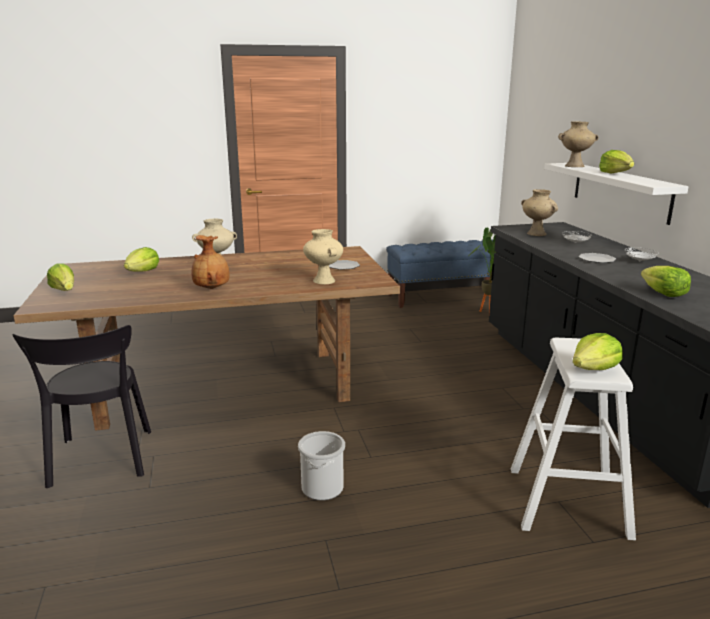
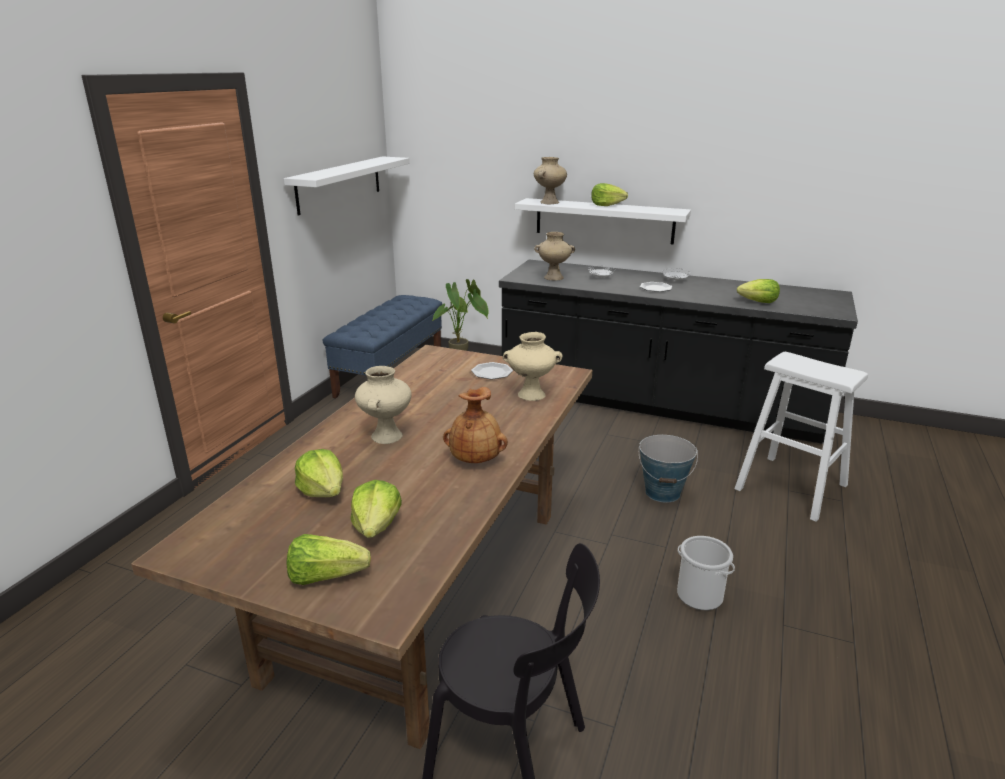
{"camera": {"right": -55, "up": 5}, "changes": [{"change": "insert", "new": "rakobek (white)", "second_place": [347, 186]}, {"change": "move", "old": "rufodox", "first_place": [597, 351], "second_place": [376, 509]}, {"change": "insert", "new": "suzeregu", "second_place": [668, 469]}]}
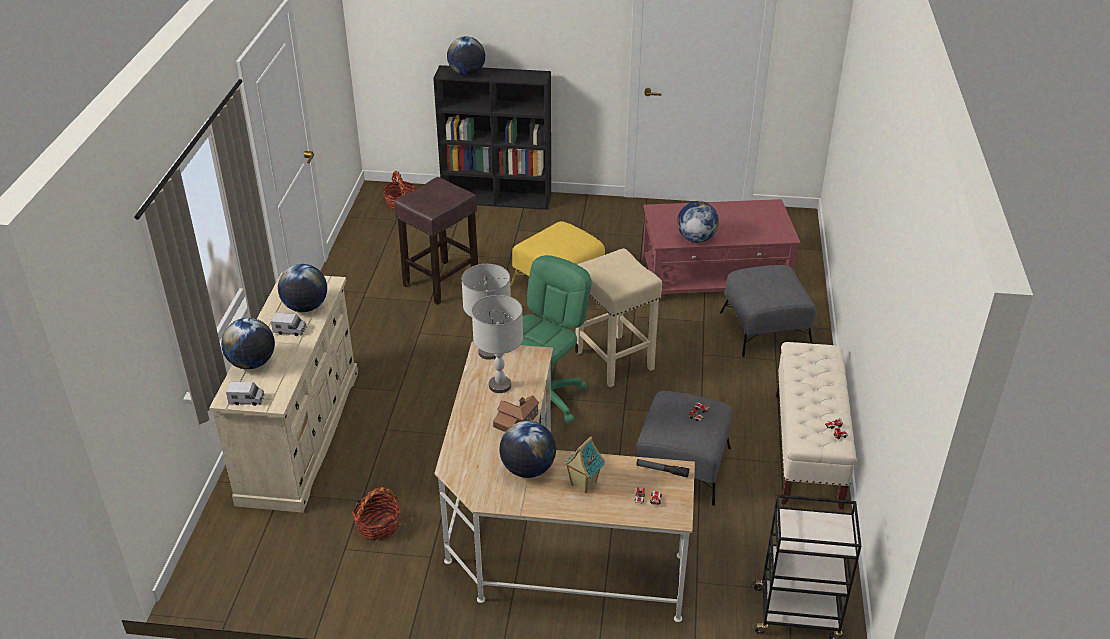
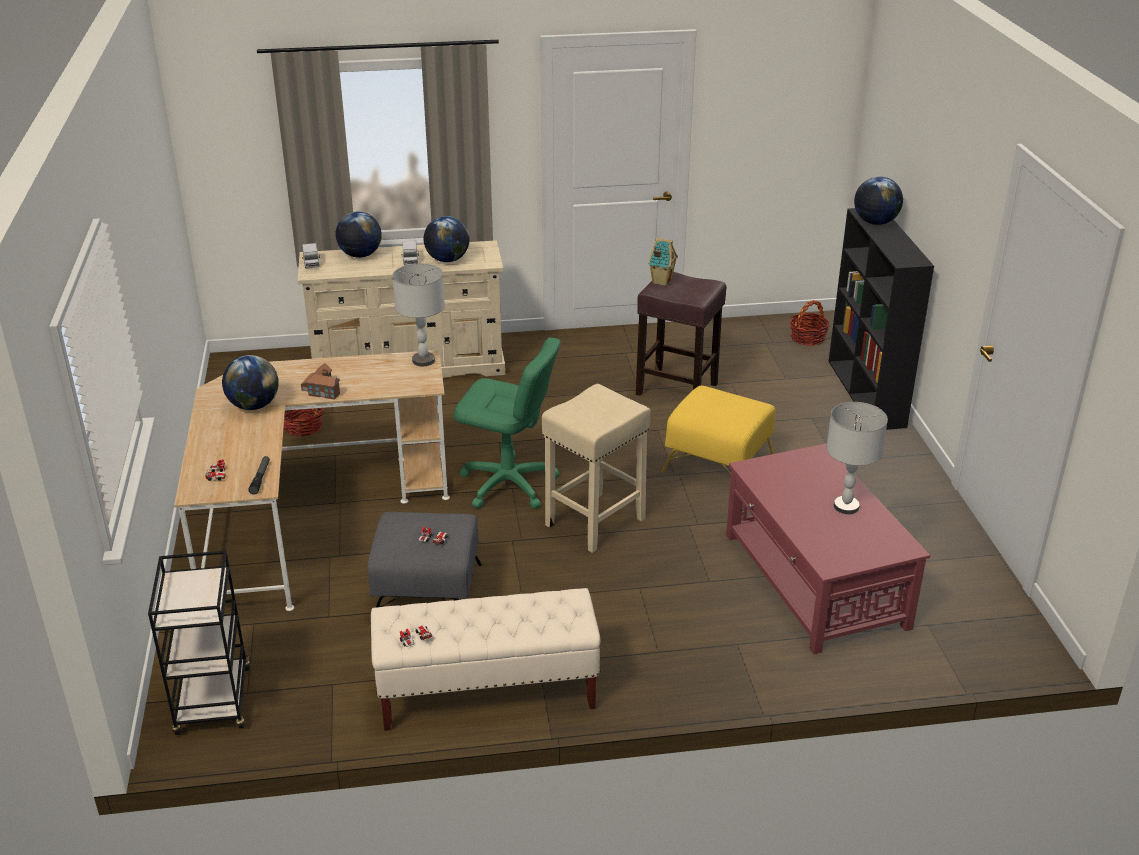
{"camera": {"right": 75, "up": -5}, "changes": [{"change": "move", "old": "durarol", "first_place": [584, 465], "second_place": [663, 262]}, {"change": "move", "old": "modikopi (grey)", "first_place": [497, 344], "second_place": [857, 458]}, {"change": "delete", "old": "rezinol", "first_place": [698, 222]}, {"change": "delete", "old": "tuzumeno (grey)", "first_place": [768, 311]}]}
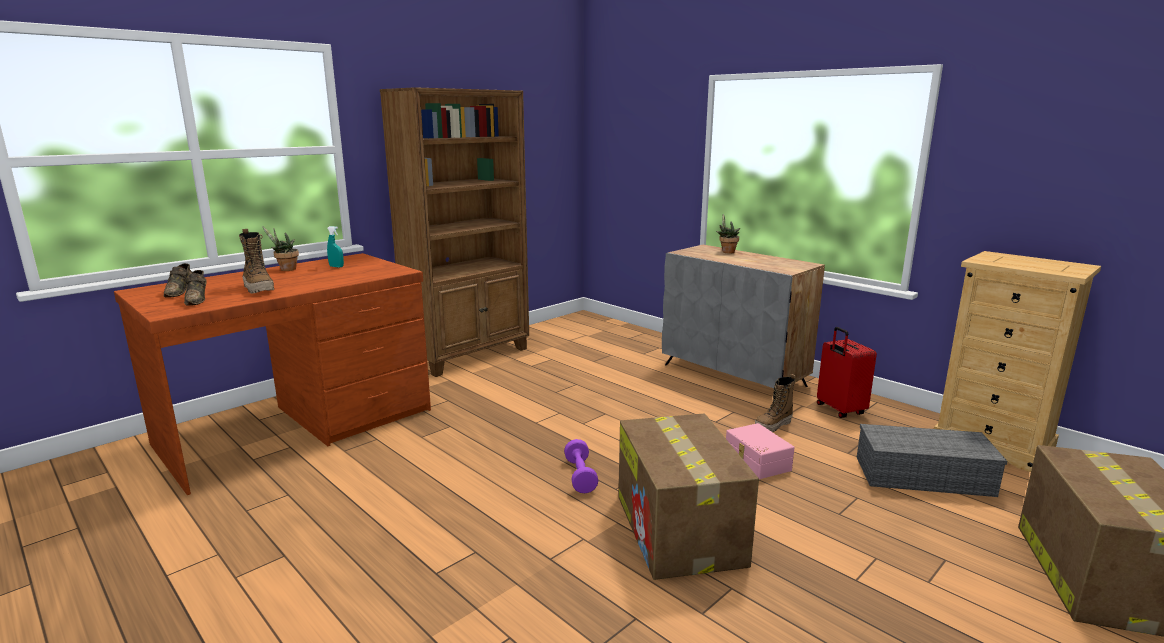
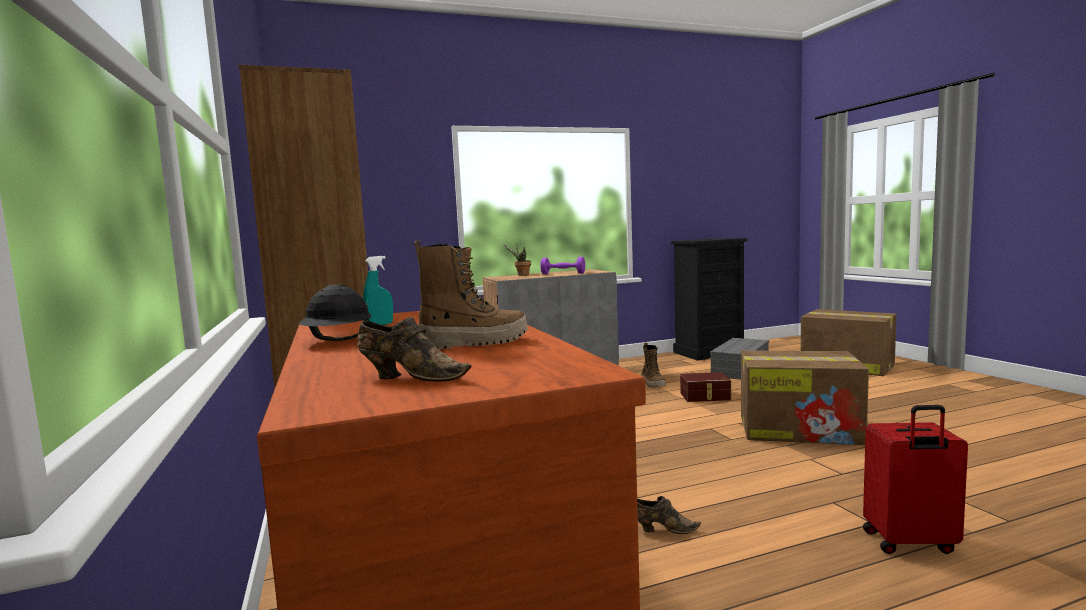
{"camera": {"right": -65, "up": -10}, "changes": [{"change": "replace", "old": "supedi", "new": "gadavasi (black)", "first_place": [280, 248], "second_place": [335, 312]}, {"change": "move", "old": "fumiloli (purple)", "first_place": [581, 466], "second_place": [563, 265]}, {"change": "move", "old": "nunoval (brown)", "first_place": [195, 288], "second_place": [669, 515]}, {"change": "recolor", "old": "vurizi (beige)", "new": "vurizi (black)", "first_place": [1017, 361], "second_place": [709, 299]}, {"change": "recolor", "old": "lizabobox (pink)", "new": "lizabobox (brown)", "first_place": [760, 451], "second_place": [705, 387]}, {"change": "move", "old": "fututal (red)", "first_place": [847, 372], "second_place": [915, 479]}]}
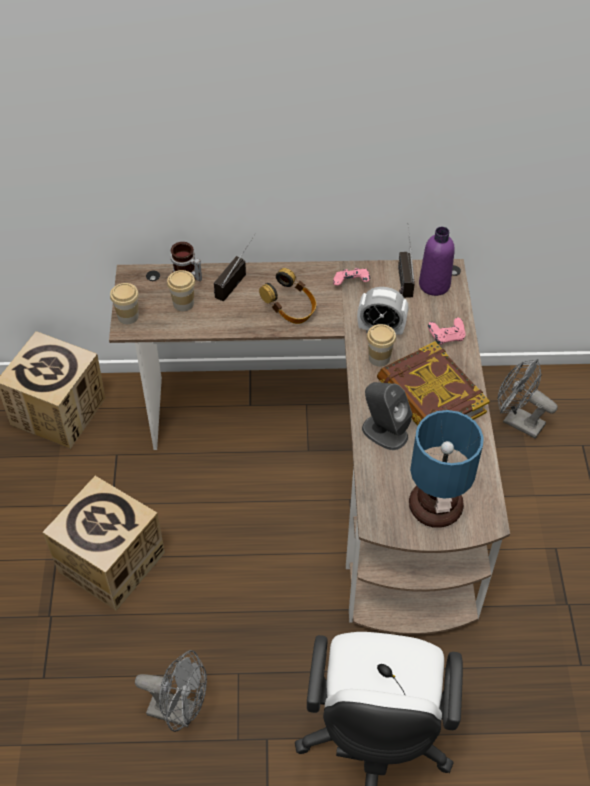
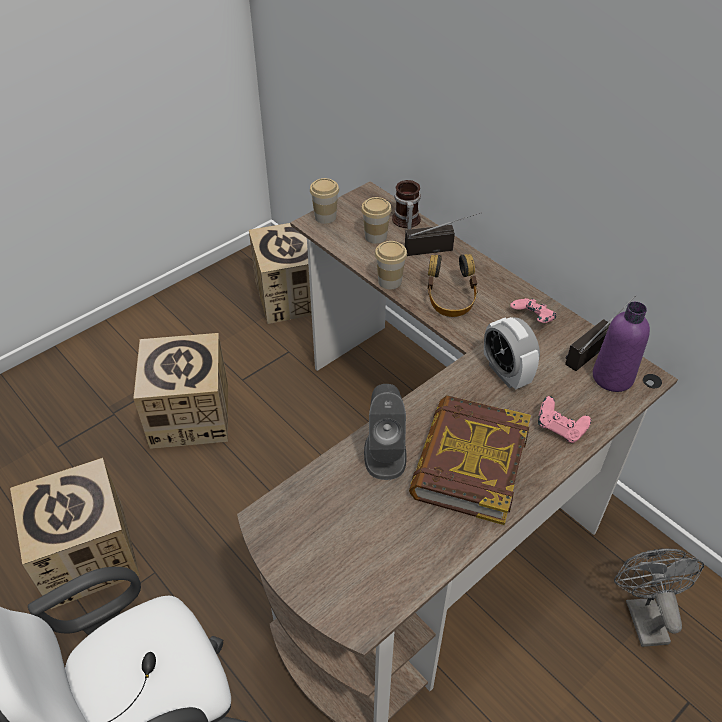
{"camera": {"right": 50, "up": -5}, "changes": [{"change": "replace", "old": "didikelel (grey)", "new": "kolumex", "first_place": [171, 691], "second_place": [75, 533]}, {"change": "move", "old": "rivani", "first_place": [381, 345], "second_place": [391, 265]}, {"change": "delete", "old": "modikopi", "first_place": [446, 469]}]}
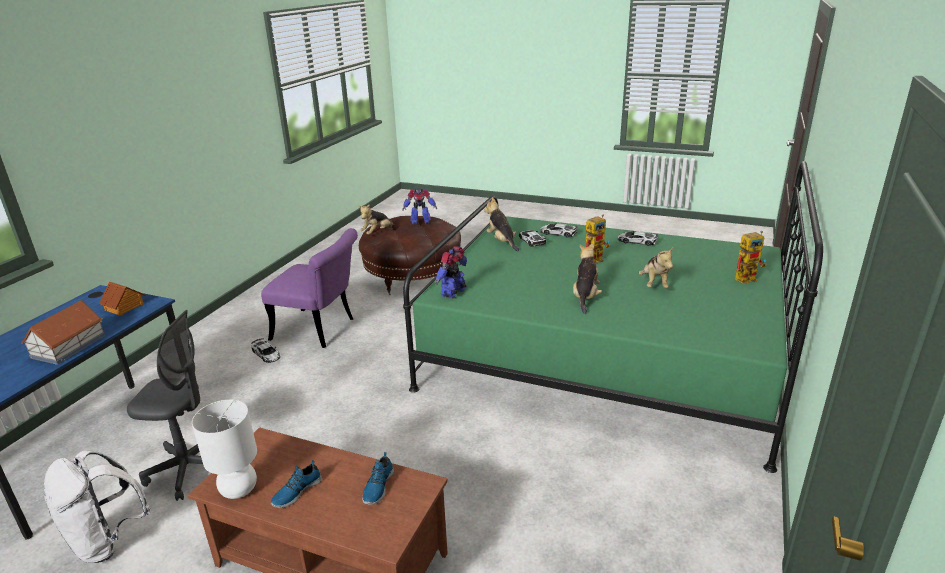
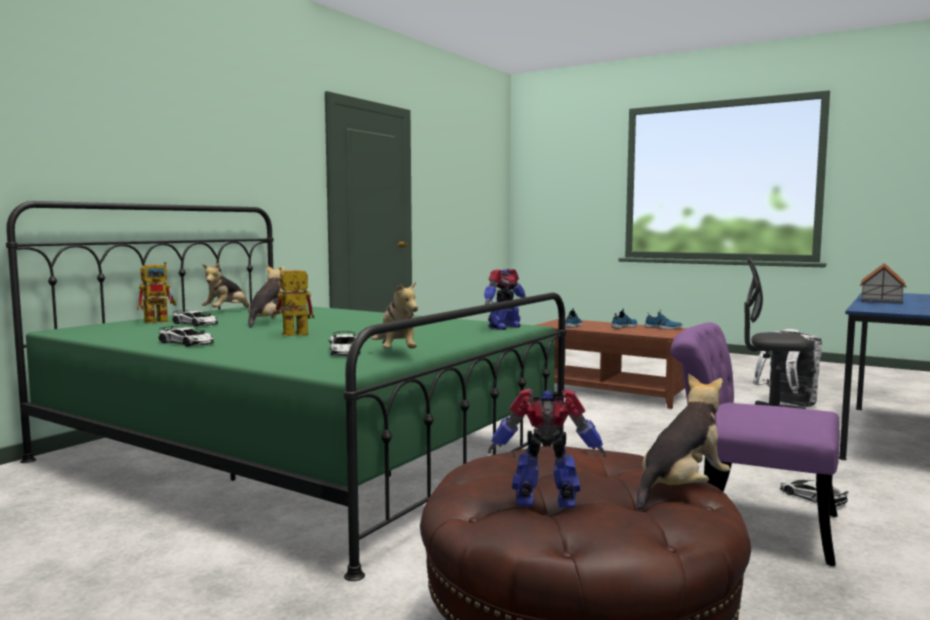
{"camera": {"right": -170, "up": -20}, "changes": [{"change": "rotate", "old": "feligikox", "first_place": [750, 257], "second_place": [157, 292], "degrees": 150}, {"change": "move", "old": "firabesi", "first_place": [558, 230], "second_place": [195, 318]}, {"change": "move", "old": "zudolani", "first_place": [587, 278], "second_place": [225, 285]}, {"change": "replace", "old": "modikopi (white)", "new": "nunoval", "first_place": [224, 449], "second_place": [663, 319]}, {"change": "delete", "old": "durarol", "first_place": [122, 299]}]}
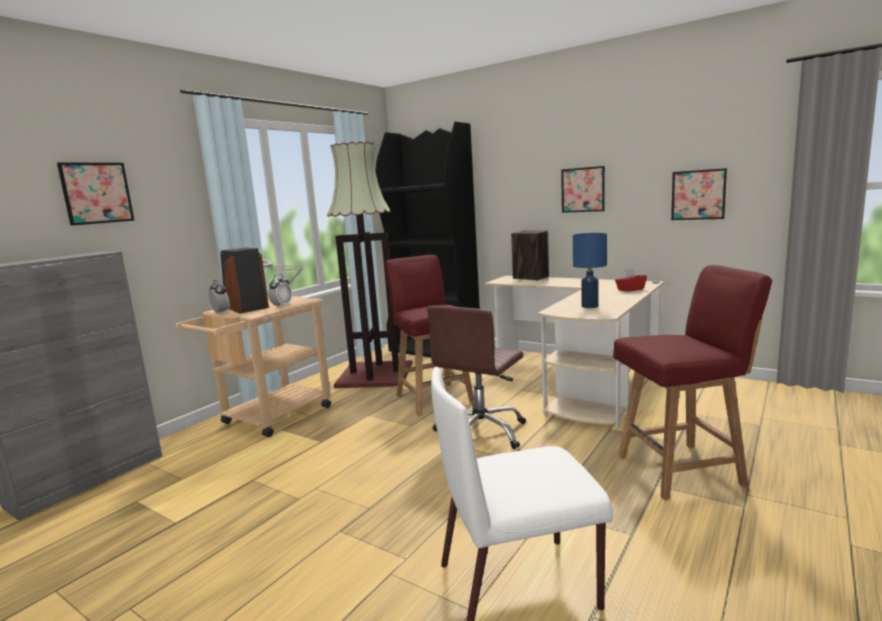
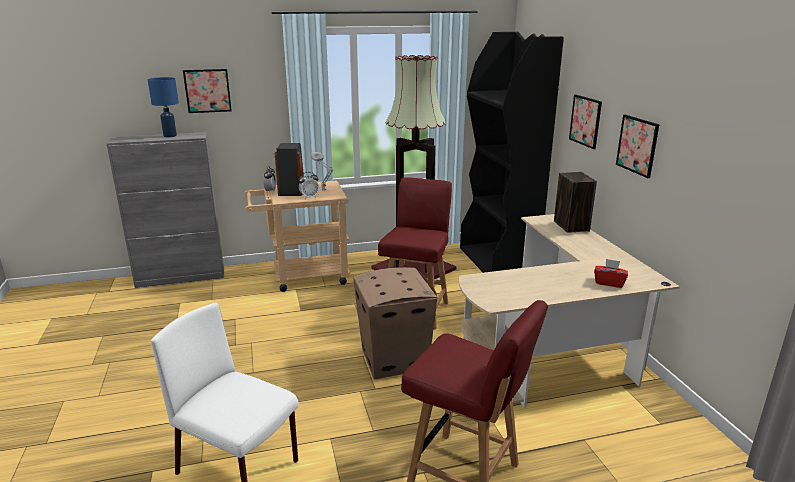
{"camera": {"right": 40, "up": 10}, "changes": [{"change": "move", "old": "modikopi (blue)", "first_place": [590, 270], "second_place": [163, 107]}, {"change": "replace", "old": "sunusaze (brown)", "new": "kolumex", "first_place": [476, 377], "second_place": [395, 323]}, {"change": "move", "old": "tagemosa", "first_place": [699, 194], "second_place": [585, 122]}]}
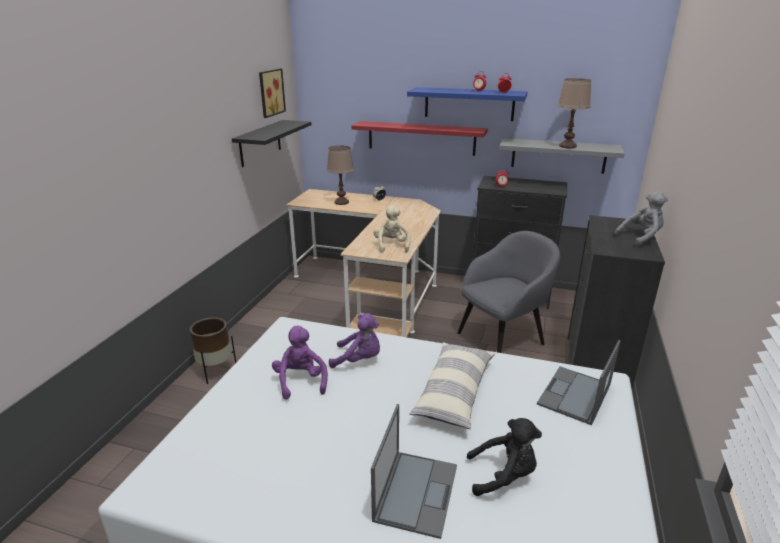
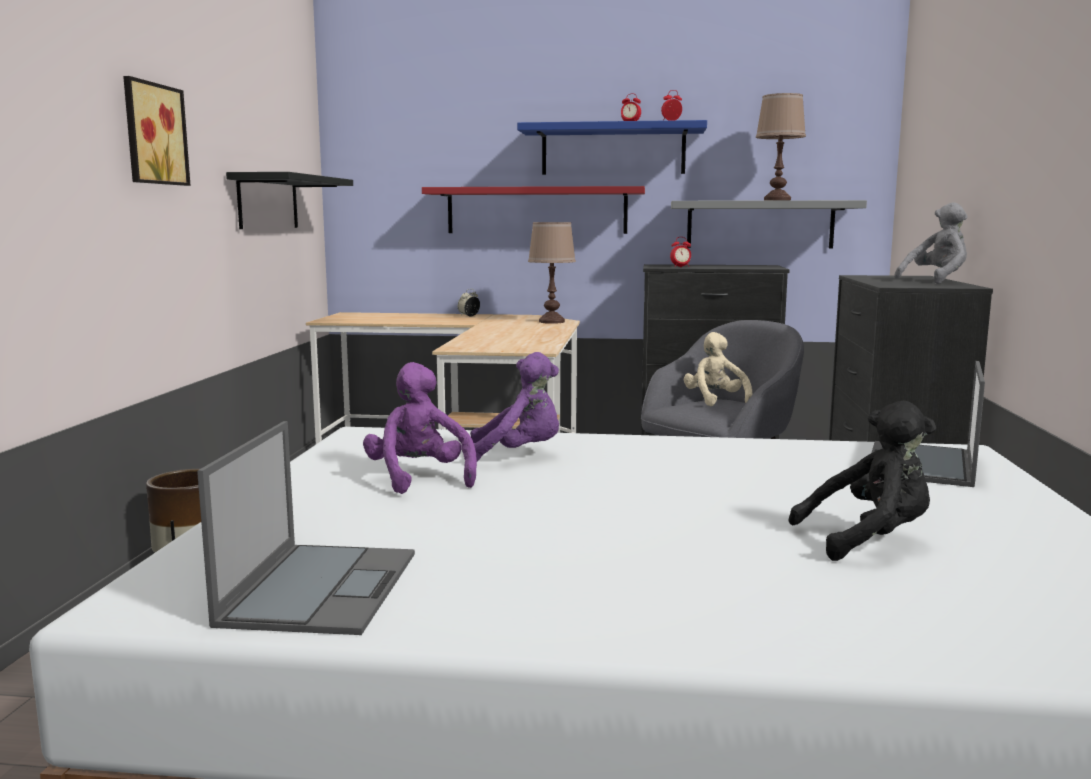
{"camera": {"right": -10, "up": -15}, "changes": [{"change": "move", "old": "tagemosa", "first_place": [272, 93], "second_place": [157, 131]}, {"change": "move", "old": "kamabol", "first_place": [414, 471], "second_place": [306, 528]}, {"change": "move", "old": "modikopi (brown)", "first_place": [340, 175], "second_place": [552, 273]}, {"change": "move", "old": "zudolani (beige)", "first_place": [392, 229], "second_place": [717, 369]}, {"change": "delete", "old": "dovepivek", "first_place": [452, 385]}]}
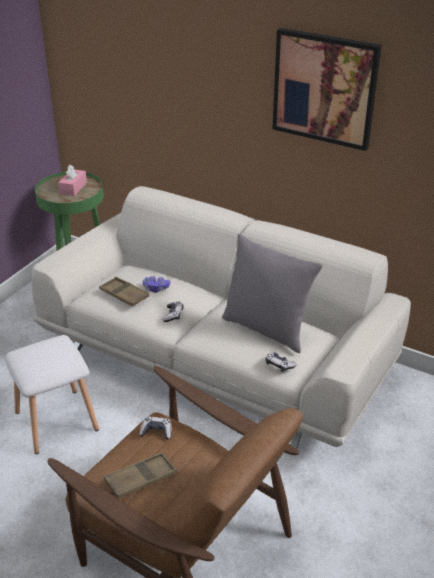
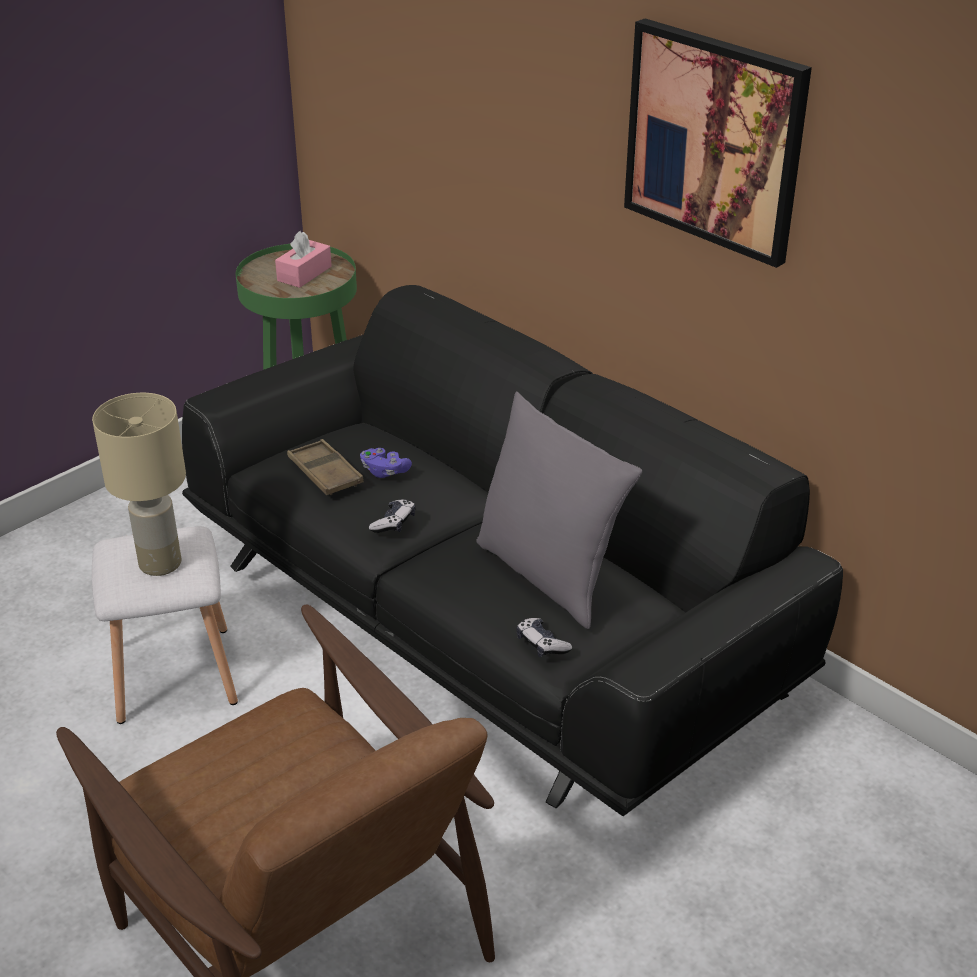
{"camera": {"right": 15, "up": 0}, "changes": [{"change": "insert", "new": "modikopi (beige)", "second_place": [139, 484]}, {"change": "recolor", "old": "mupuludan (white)", "new": "mupuludan (black)", "first_place": [221, 317], "second_place": [512, 550]}, {"change": "delete", "old": "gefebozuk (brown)", "first_place": [140, 475]}, {"change": "delete", "old": "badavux", "first_place": [155, 428]}]}
